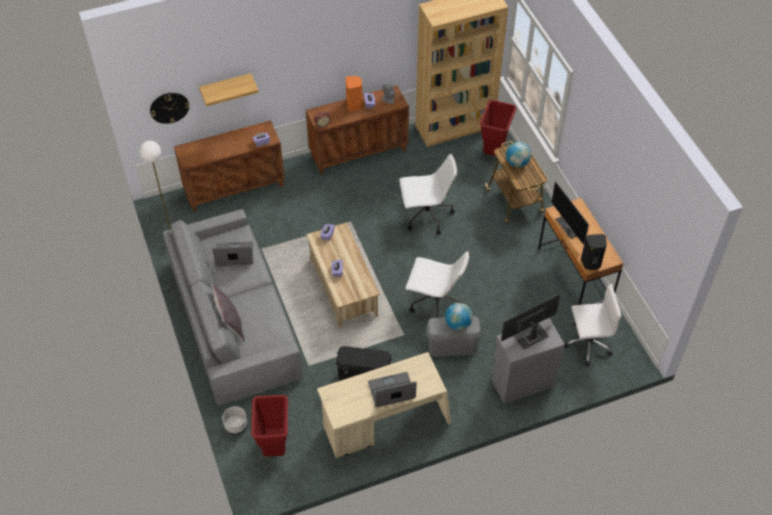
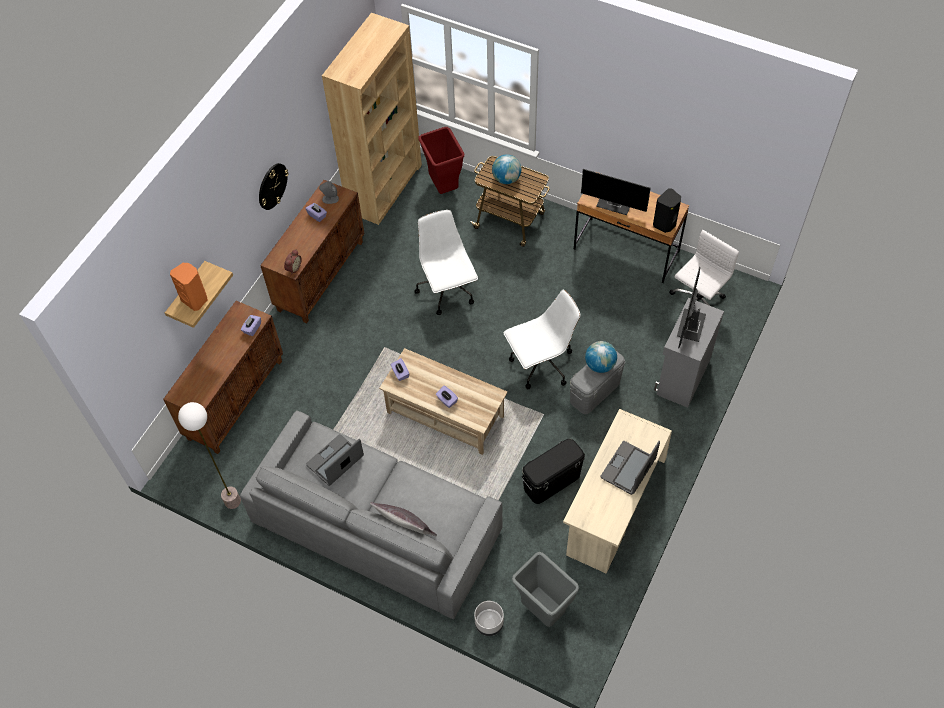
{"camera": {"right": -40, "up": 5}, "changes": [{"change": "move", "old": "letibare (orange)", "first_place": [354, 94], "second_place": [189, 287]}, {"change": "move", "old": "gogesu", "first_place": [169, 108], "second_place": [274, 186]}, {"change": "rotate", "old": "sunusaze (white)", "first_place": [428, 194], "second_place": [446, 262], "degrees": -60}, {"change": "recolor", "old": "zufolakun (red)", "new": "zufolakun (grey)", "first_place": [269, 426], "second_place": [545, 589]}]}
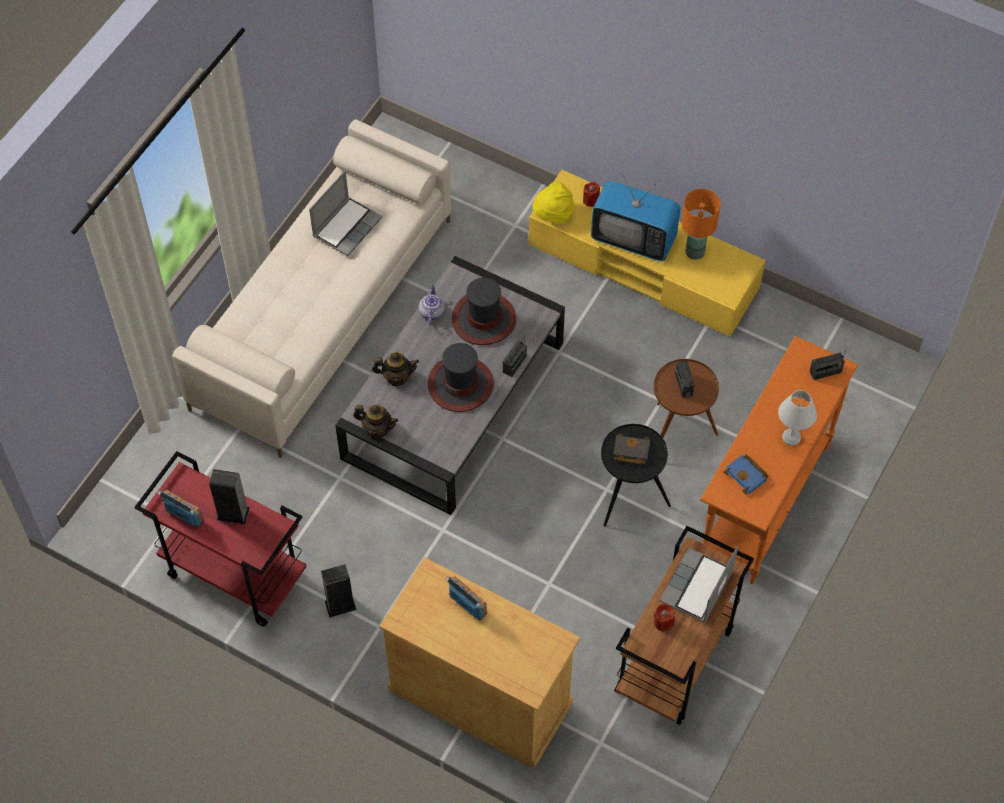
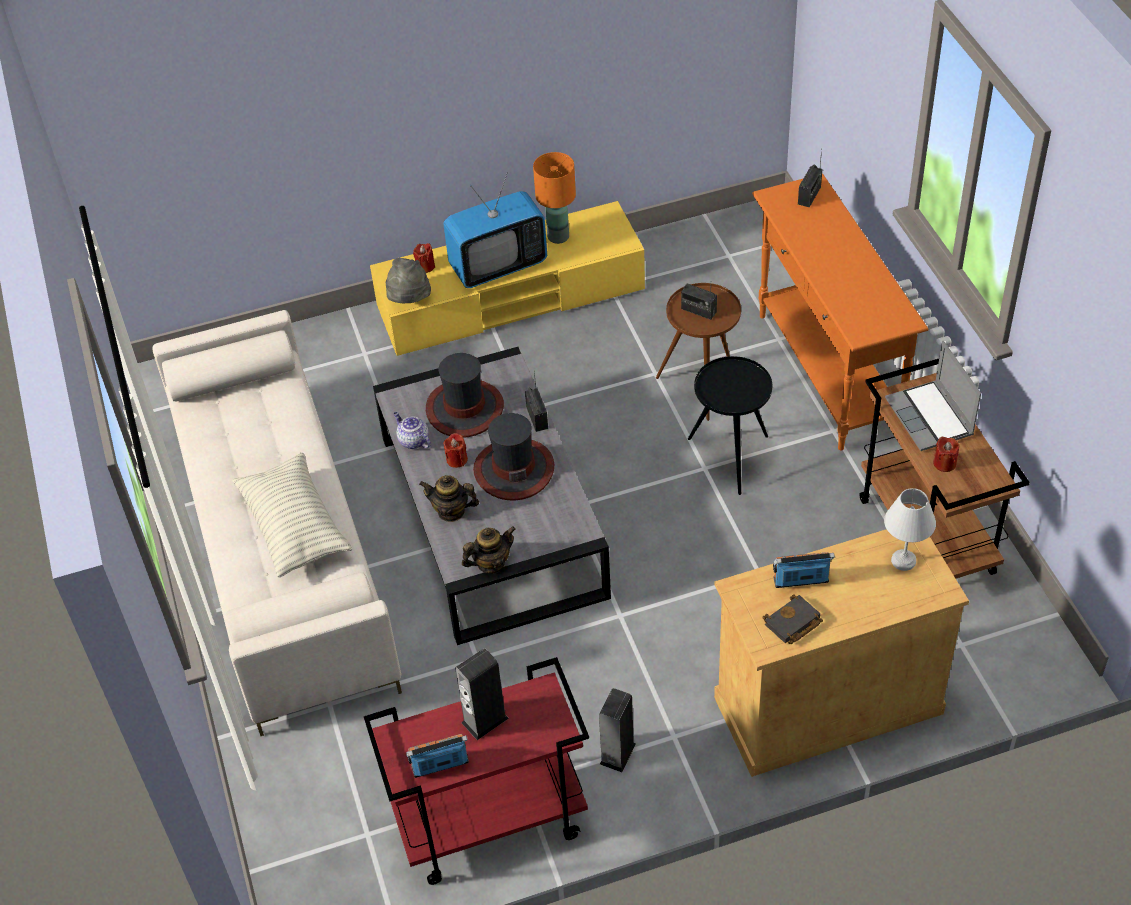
{"camera": {"right": -45, "up": -10}, "changes": [{"change": "insert", "new": "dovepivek", "second_place": [292, 515]}, {"change": "recolor", "old": "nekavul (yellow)", "new": "nekavul (grey)", "first_place": [553, 202], "second_place": [408, 280]}, {"change": "rotate", "old": "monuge", "first_place": [395, 369], "second_place": [449, 498], "degrees": -120}, {"change": "insert", "new": "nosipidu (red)", "second_place": [455, 450]}, {"change": "move", "old": "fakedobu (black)", "first_place": [631, 448], "second_place": [793, 619]}, {"change": "move", "old": "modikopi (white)", "first_place": [797, 418], "second_place": [910, 529]}, {"change": "delete", "old": "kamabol", "first_place": [345, 213]}, {"change": "delete", "old": "fakedobu (blue)", "first_place": [745, 474]}]}
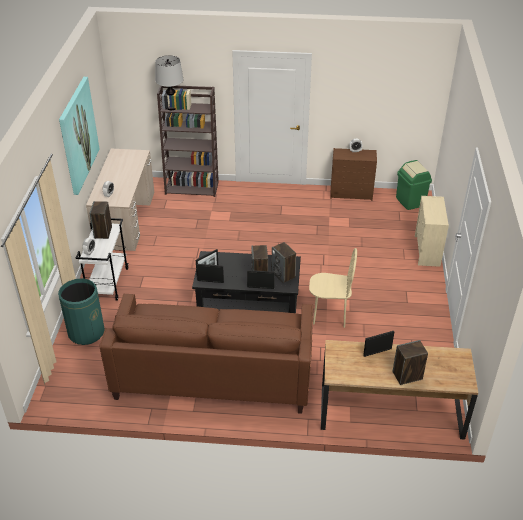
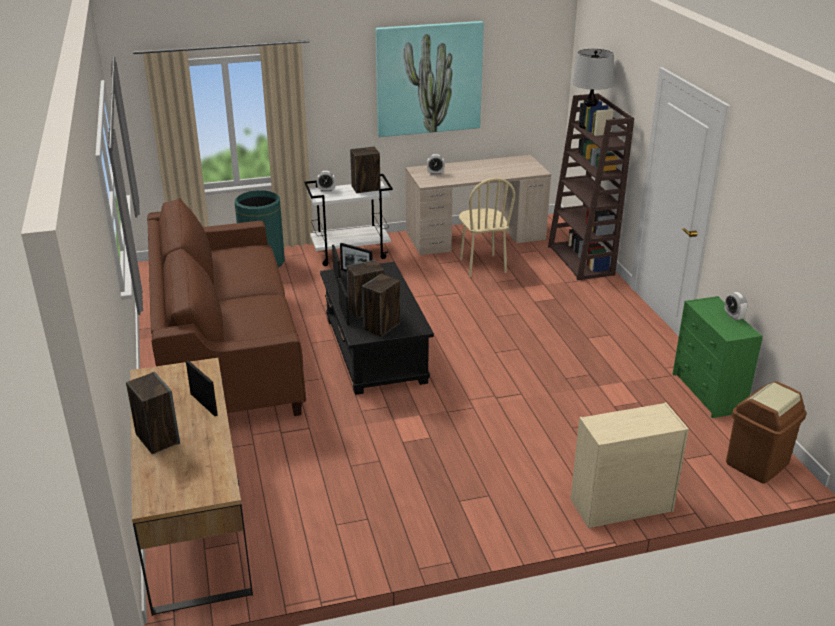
{"camera": {"right": 70, "up": -10}, "changes": [{"change": "move", "old": "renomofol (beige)", "first_place": [333, 288], "second_place": [487, 227]}, {"change": "recolor", "old": "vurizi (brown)", "new": "vurizi (green)", "first_place": [353, 174], "second_place": [717, 357]}, {"change": "recolor", "old": "zufolakun (green)", "new": "zufolakun (brown)", "first_place": [414, 185], "second_place": [766, 432]}]}
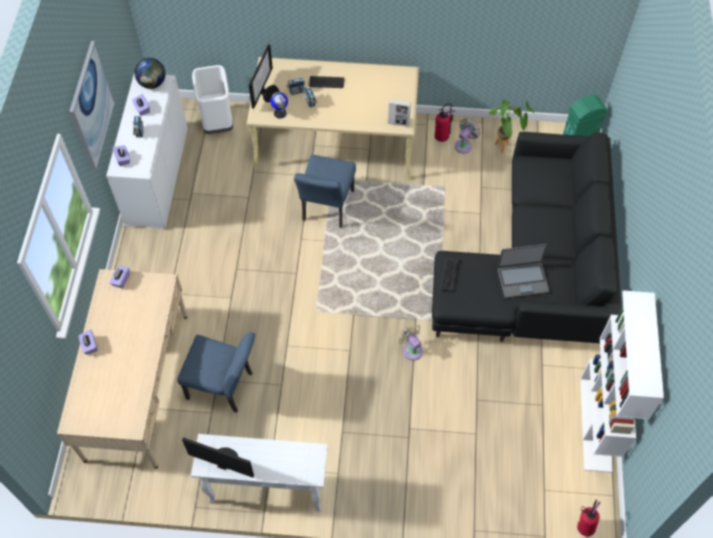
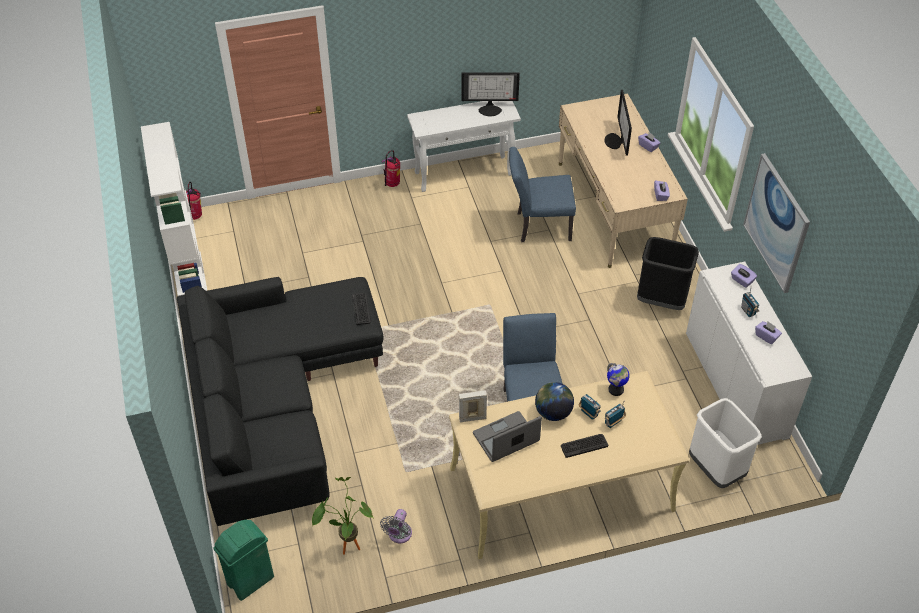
{"camera": {"right": 160, "up": -10}, "changes": [{"change": "move", "old": "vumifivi", "first_place": [445, 122], "second_place": [391, 168]}, {"change": "move", "old": "kamabol", "first_place": [524, 271], "second_place": [507, 436]}, {"change": "move", "old": "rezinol", "first_place": [149, 73], "second_place": [554, 401]}, {"change": "move", "old": "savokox", "first_place": [264, 76], "second_place": [618, 123]}, {"change": "insert", "new": "zufolakun (black)", "second_place": [668, 273]}, {"change": "delete", "old": "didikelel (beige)", "first_place": [410, 342]}]}
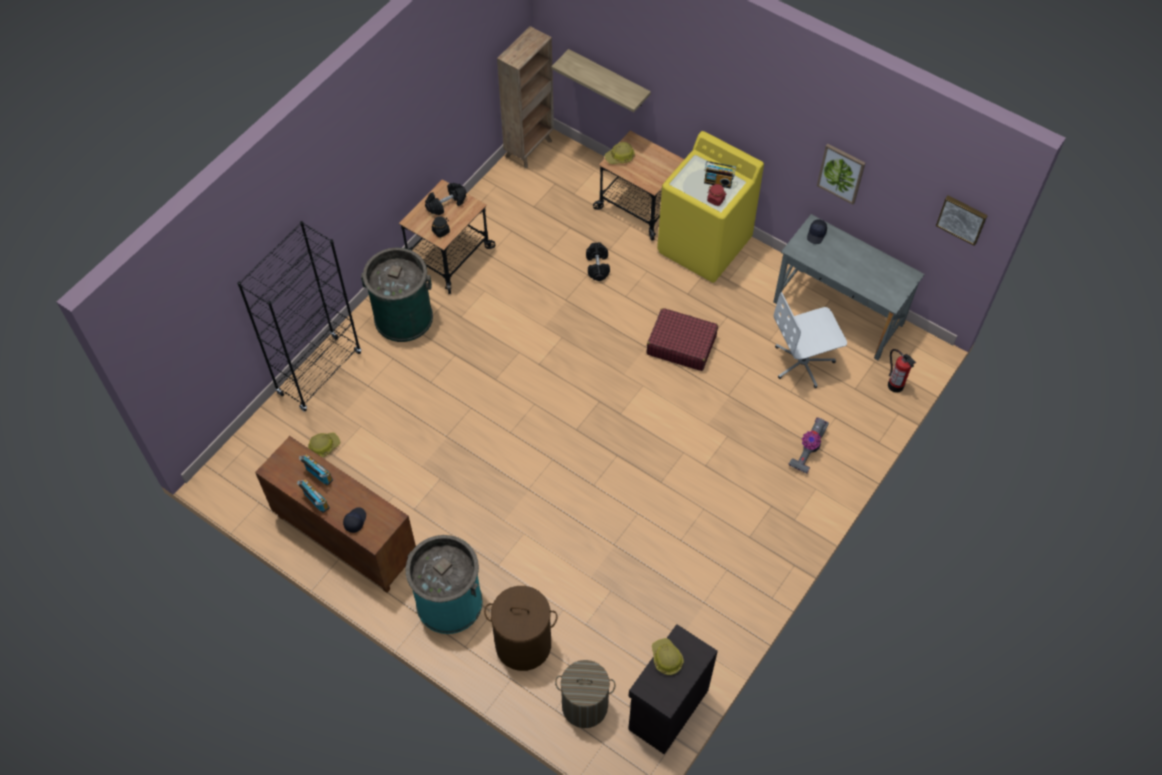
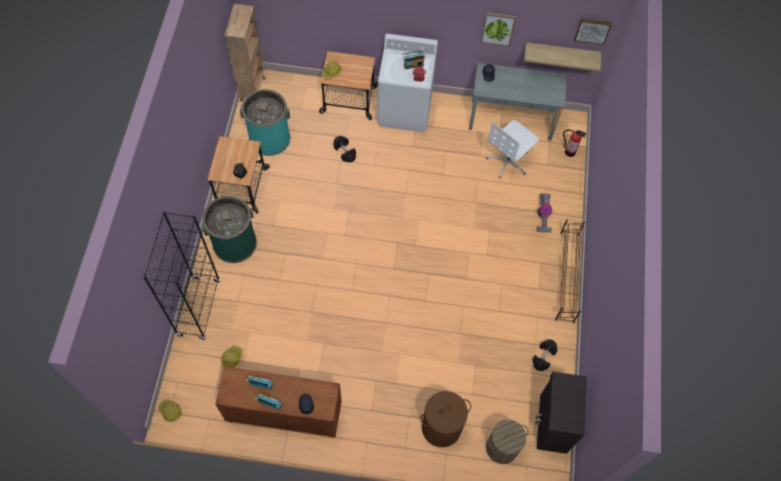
{"camera": {"right": -30, "up": 5}, "changes": [{"change": "move", "old": "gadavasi", "first_place": [668, 656], "second_place": [169, 410]}, {"change": "move", "old": "zufolakun (turquoise)", "first_place": [444, 584], "second_place": [265, 122]}, {"change": "recolor", "old": "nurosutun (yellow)", "new": "nurosutun (white)", "first_place": [710, 207], "second_place": [407, 83]}, {"change": "move", "old": "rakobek", "first_place": [601, 80], "second_place": [562, 56]}, {"change": "move", "old": "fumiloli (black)", "first_place": [446, 199], "second_place": [545, 355]}, {"change": "insert", "new": "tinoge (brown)", "second_place": [570, 271]}, {"change": "delete", "old": "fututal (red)", "first_place": [682, 339]}]}
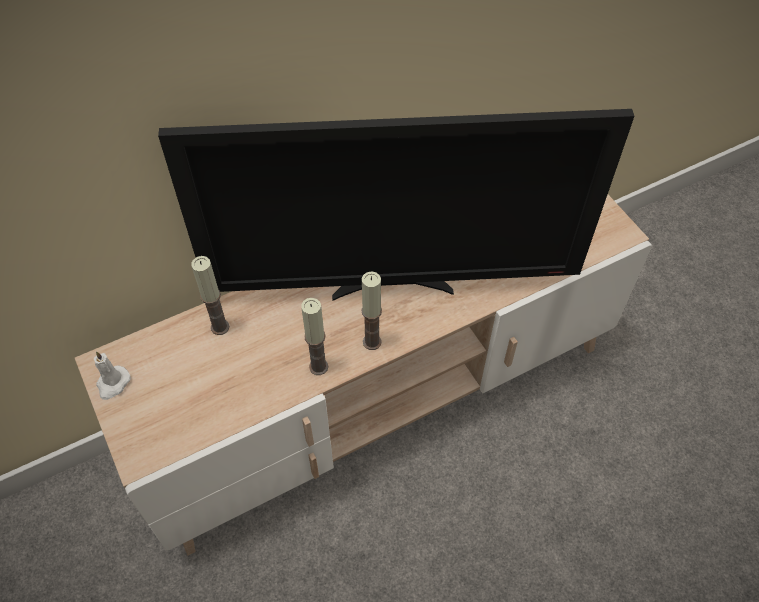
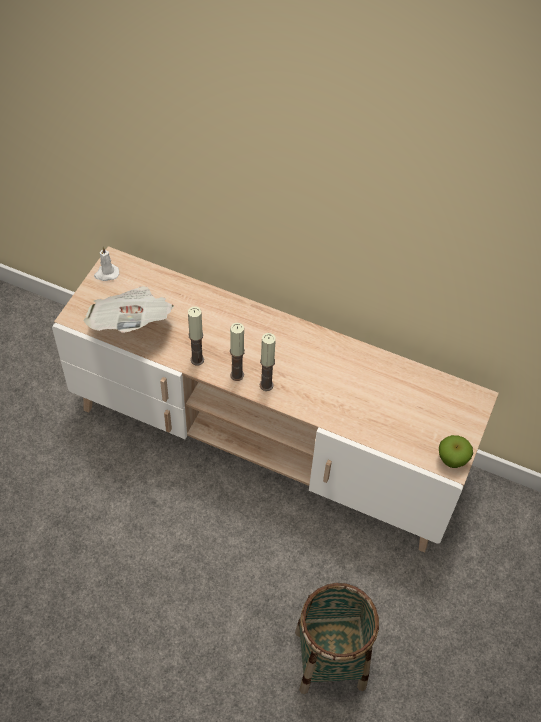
{"camera": {"right": 50, "up": 0}, "changes": [{"change": "insert", "new": "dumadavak", "second_place": [129, 309]}, {"change": "move", "old": "nosipidu", "first_place": [210, 295], "second_place": [268, 362]}, {"change": "insert", "new": "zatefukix", "second_place": [337, 638]}, {"change": "insert", "new": "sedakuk", "second_place": [456, 451]}, {"change": "delete", "old": "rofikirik", "first_place": [396, 205]}]}
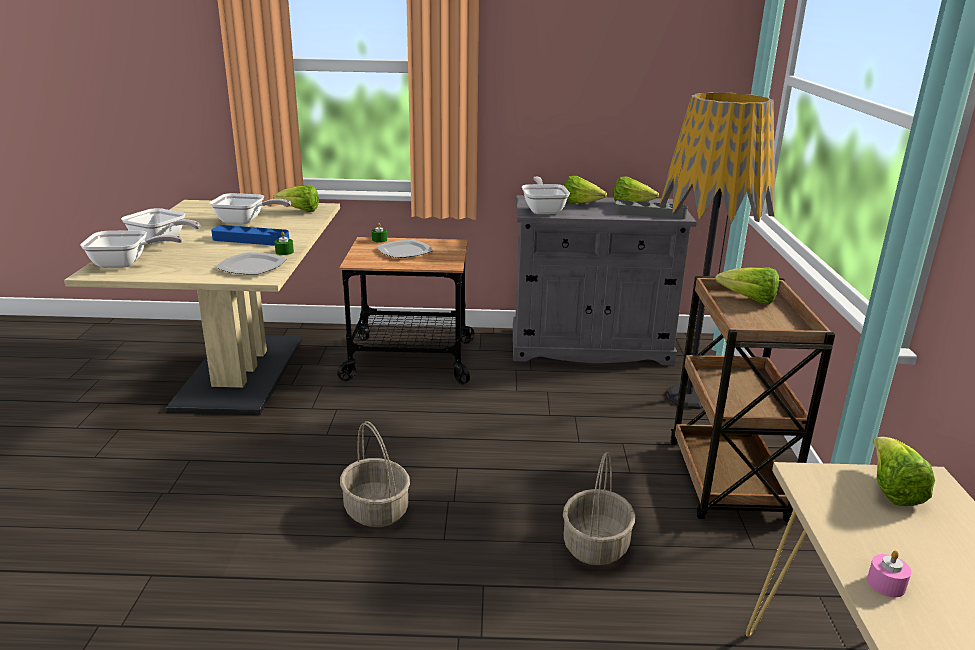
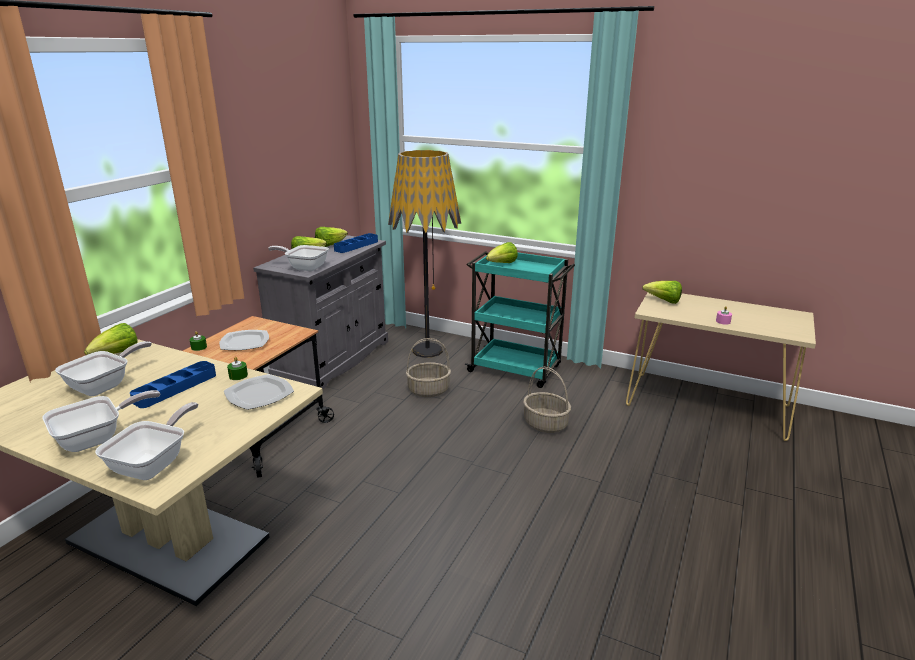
{"camera": {"right": -65, "up": 0}, "changes": [{"change": "recolor", "old": "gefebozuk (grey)", "new": "gefebozuk (blue)", "first_place": [651, 209], "second_place": [356, 243]}, {"change": "move", "old": "zatefukix", "first_place": [375, 474], "second_place": [428, 367]}, {"change": "recolor", "old": "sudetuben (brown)", "new": "sudetuben (turquoise)", "first_place": [752, 399], "second_place": [520, 319]}]}
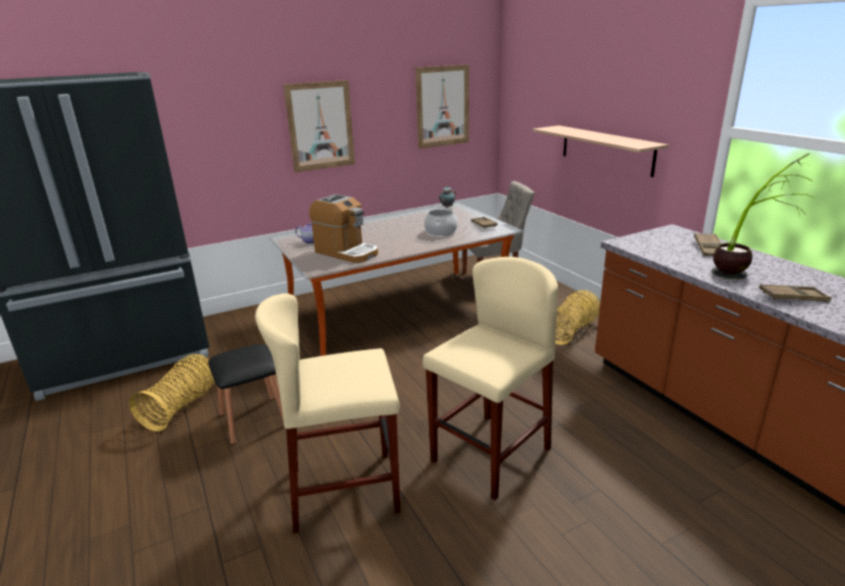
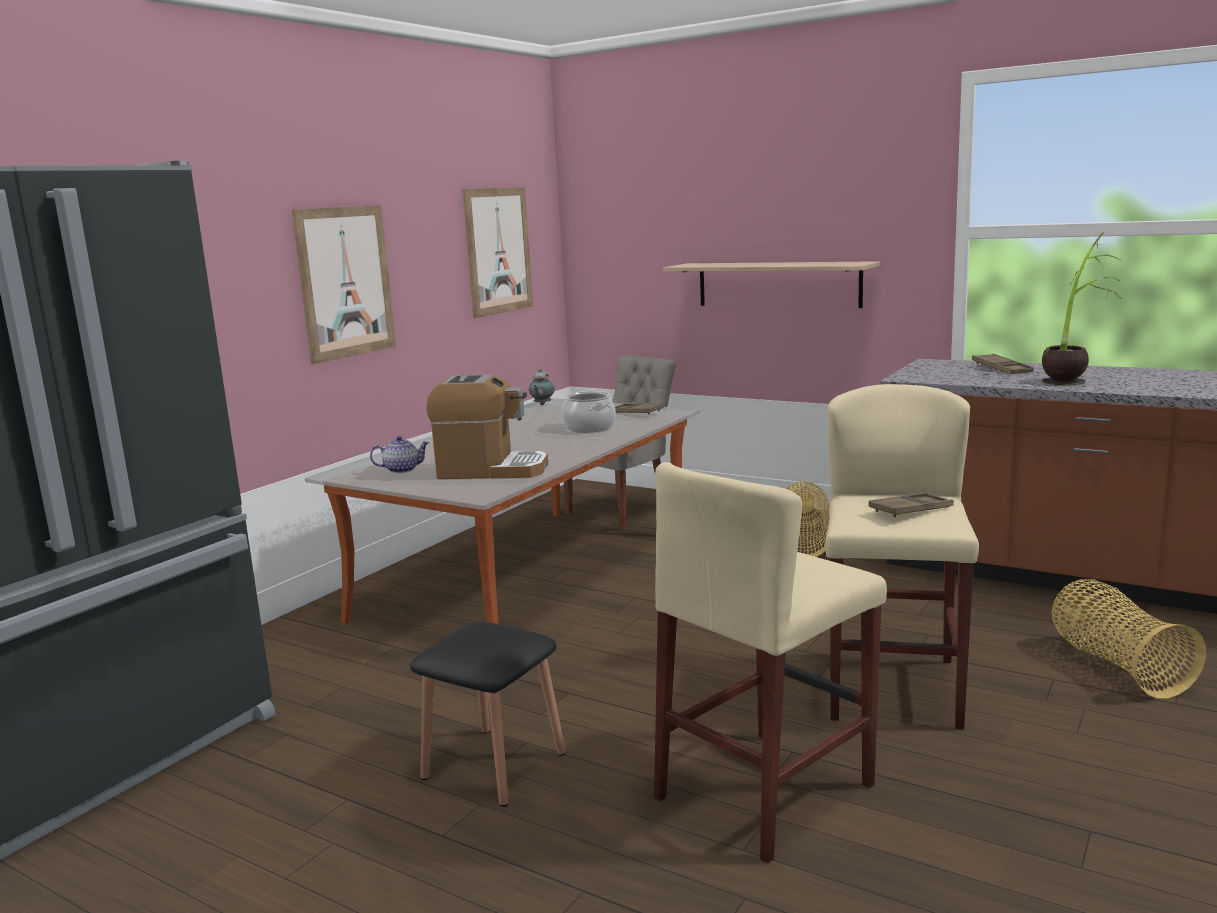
{"camera": {"right": -30, "up": -10}, "changes": [{"change": "move", "old": "gefebozuk (brown)", "first_place": [795, 292], "second_place": [911, 505]}, {"change": "move", "old": "zatefukix", "first_place": [172, 392], "second_place": [1129, 639]}]}
